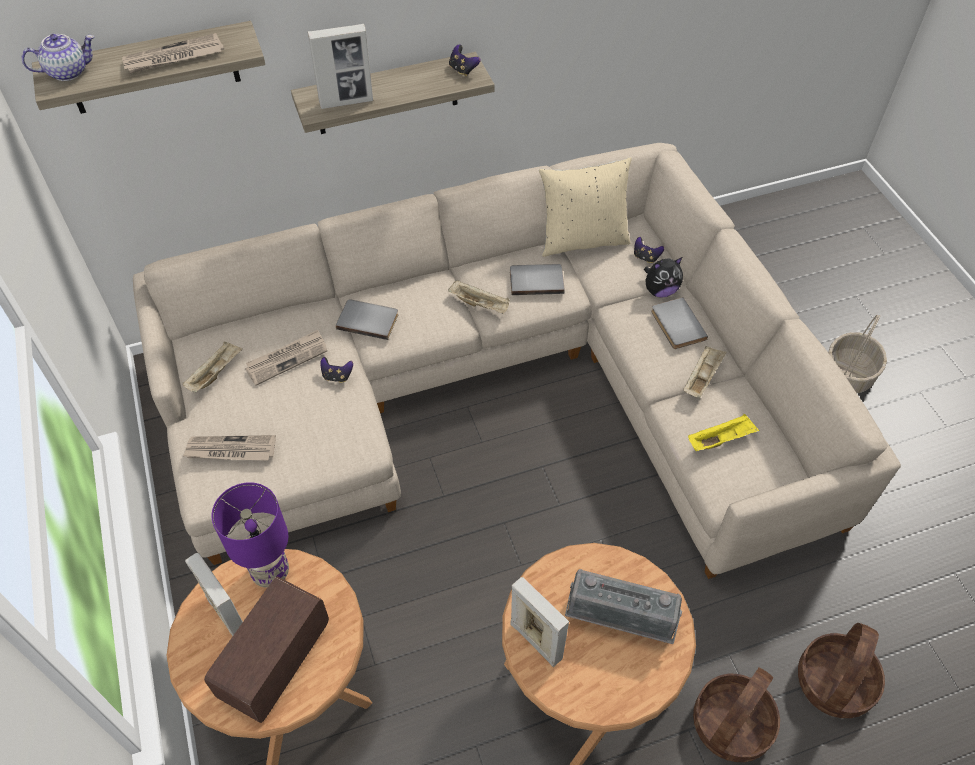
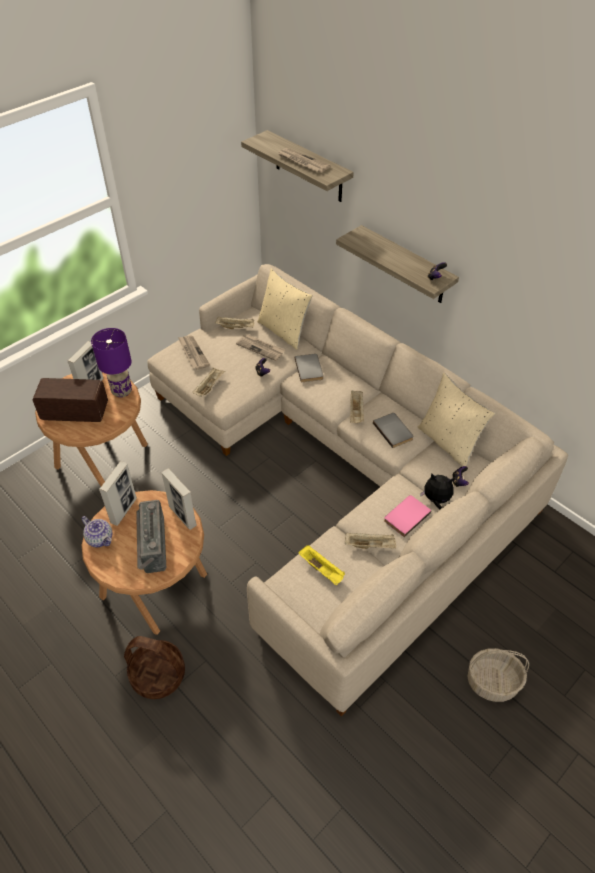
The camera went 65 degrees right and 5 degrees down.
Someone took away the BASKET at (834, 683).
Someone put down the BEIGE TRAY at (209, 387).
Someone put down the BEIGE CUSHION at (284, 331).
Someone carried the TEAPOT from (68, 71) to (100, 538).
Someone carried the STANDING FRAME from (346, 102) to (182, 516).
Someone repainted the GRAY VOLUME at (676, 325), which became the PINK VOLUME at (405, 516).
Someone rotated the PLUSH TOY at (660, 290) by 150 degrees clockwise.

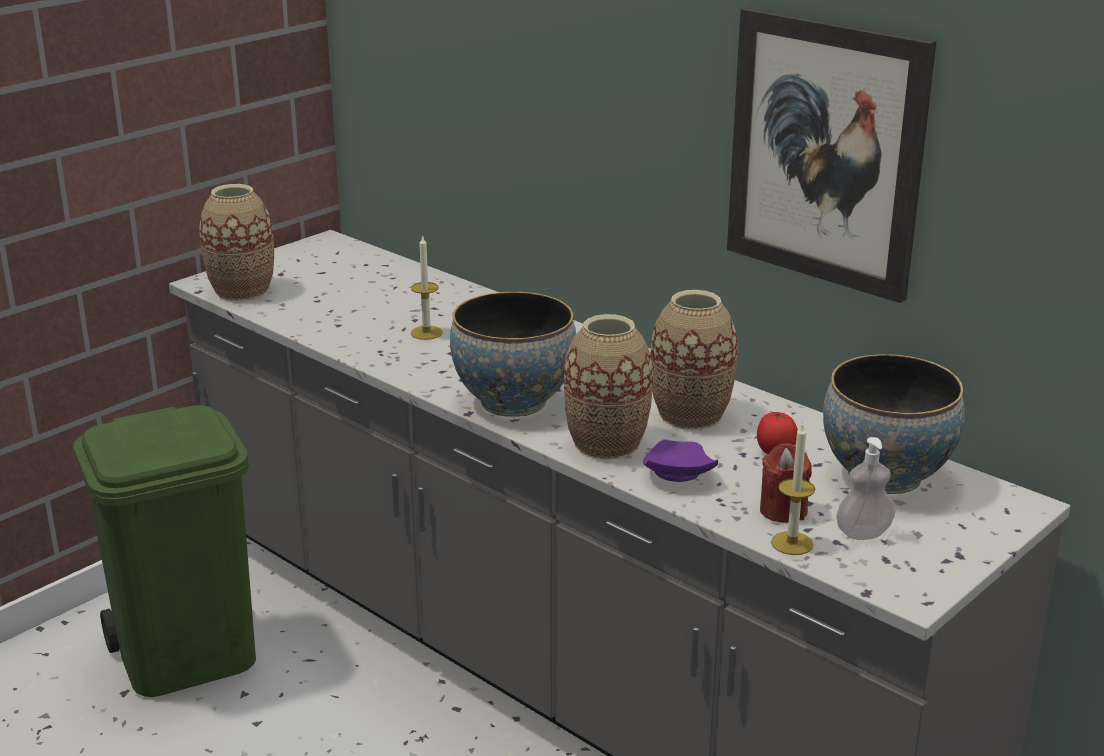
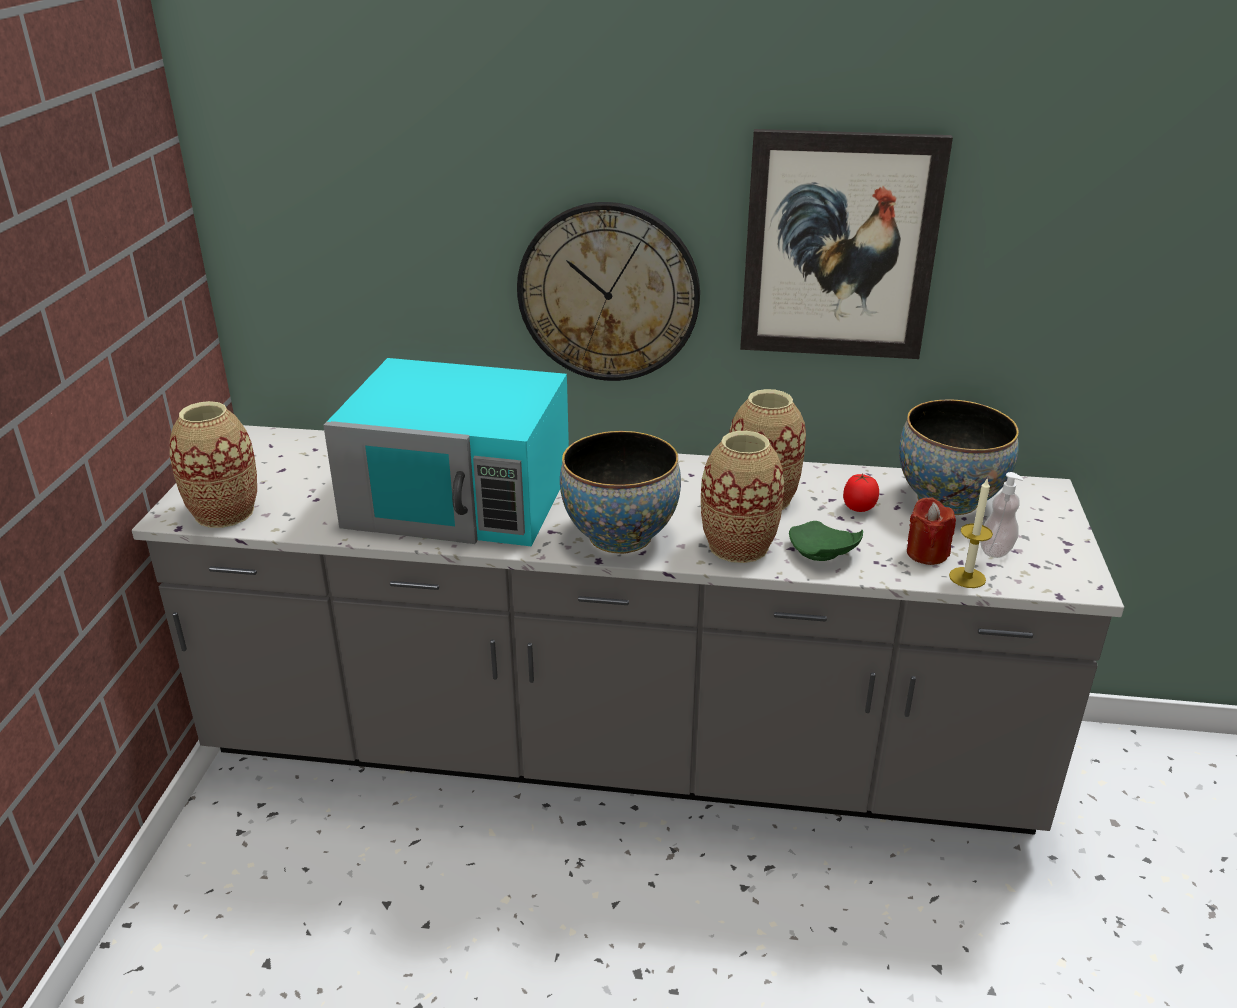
The camera went 35 degrees left and 5 degrees up.
Someone took away the GREENISH TRASH CAN at (189, 656).
Someone put up the HANGING CLOCK at (608, 292).
Someone swapped the CANDLE at (426, 333) for the TURQUOISE-COLOURED MICROWAVE OVEN at (461, 498).
Someone repainted the PURPLISH DINNER PLATE at (677, 475), which became the GREENISH DINNER PLATE at (822, 553).

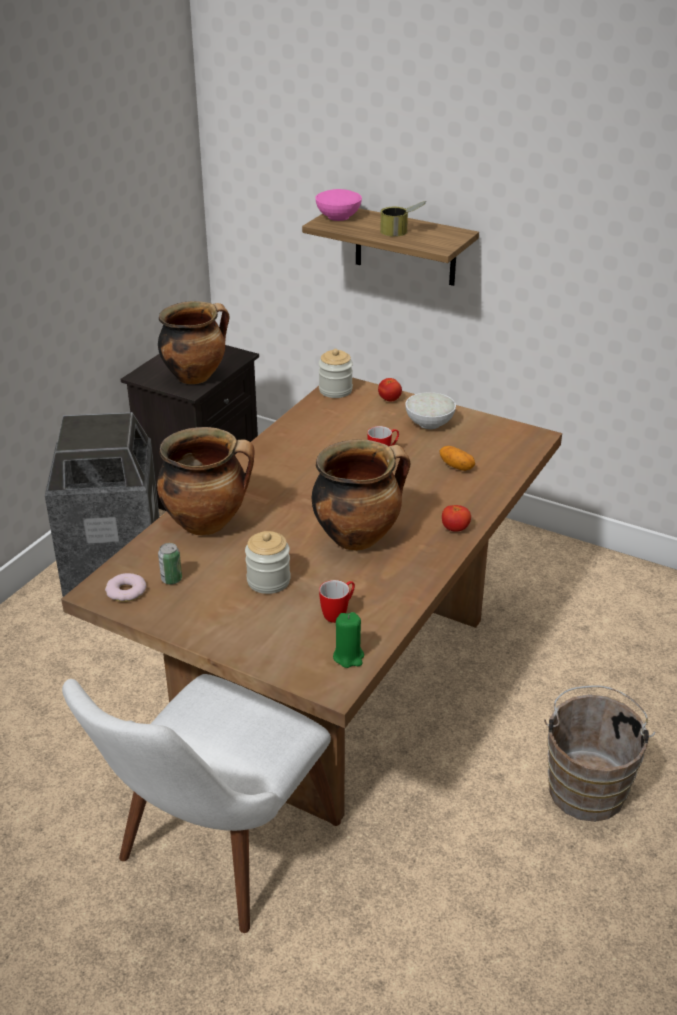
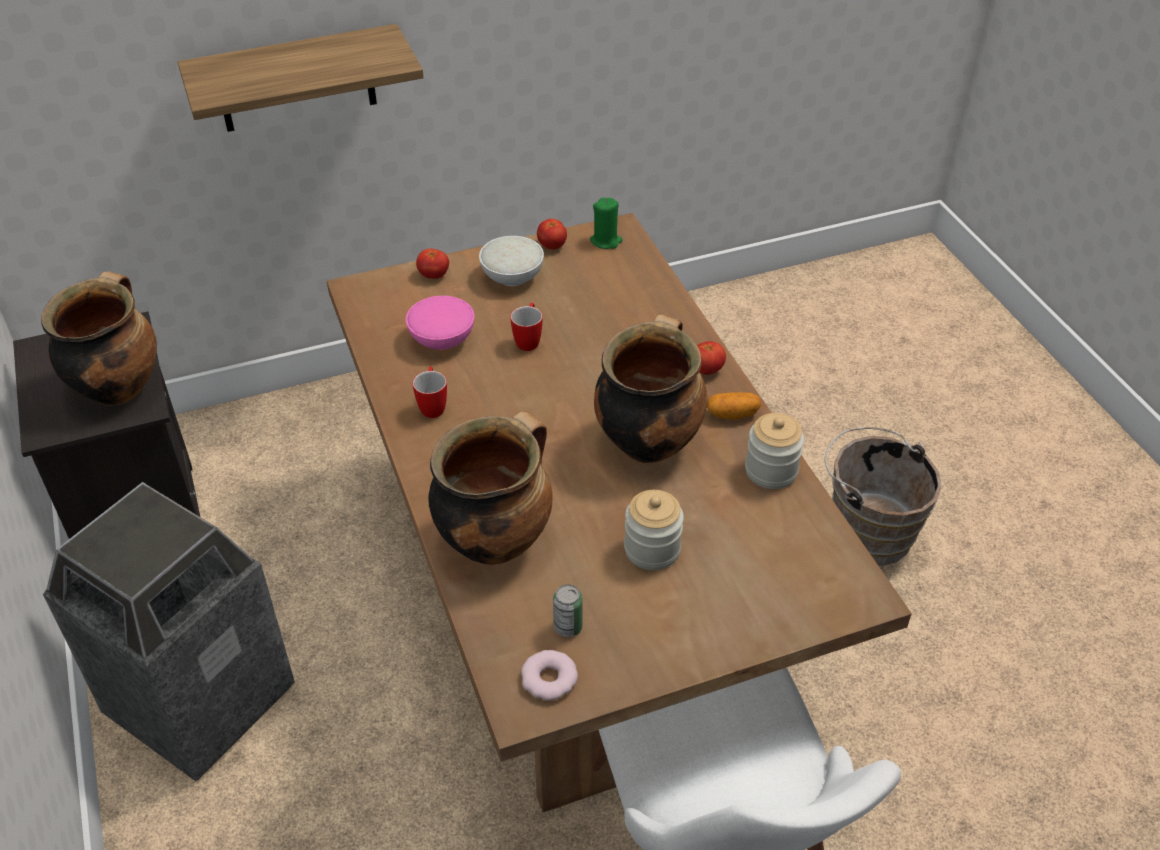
The camera went 50 degrees left and 10 degrees up.
Someone took away the SEALED CAN at (402, 232).
Someone put down the FRESH TOMATO at (552, 246).
Someone carried the PINK SERVING BOWL from (338, 217) to (441, 339).
Someone carried the PRESERVE JAR from (335, 390) to (771, 470).
Someone carried the COFFEE MUG from (338, 613) to (433, 406).
Someone carried the GREENISH CANDLE from (348, 657) to (606, 241).
Someone carried the POTATO from (456, 466) to (732, 414).

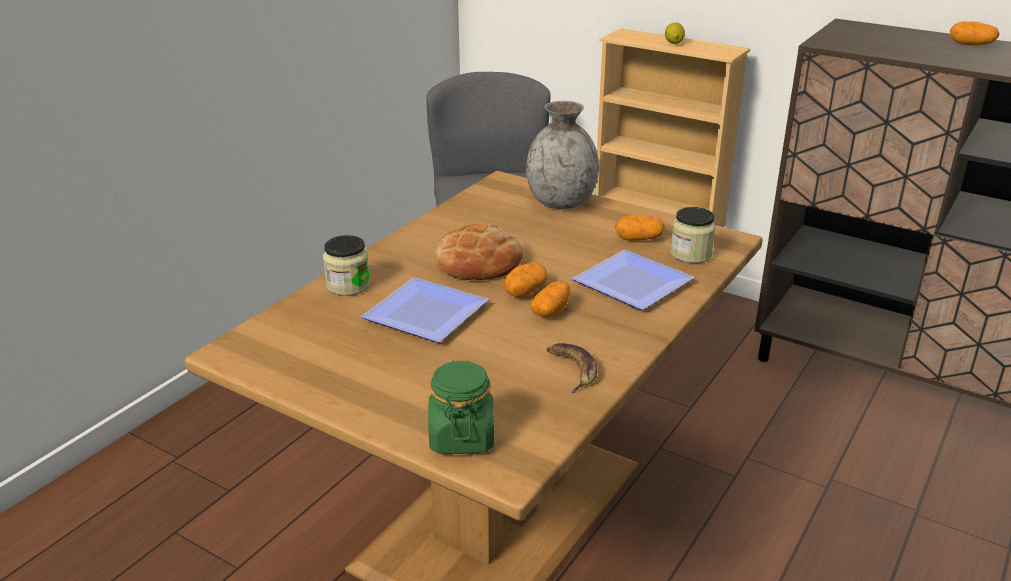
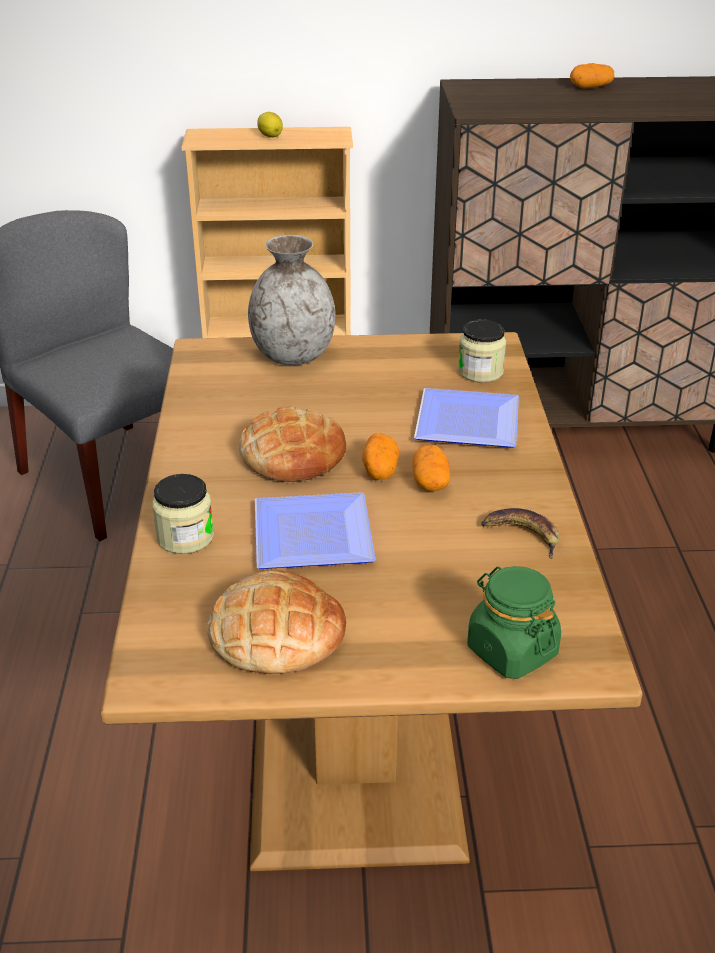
The camera went 35 degrees left and 5 degrees up.
Someone took away the POTATO at (638, 239).
Someone put down the BAKERY BREAD at (276, 633).

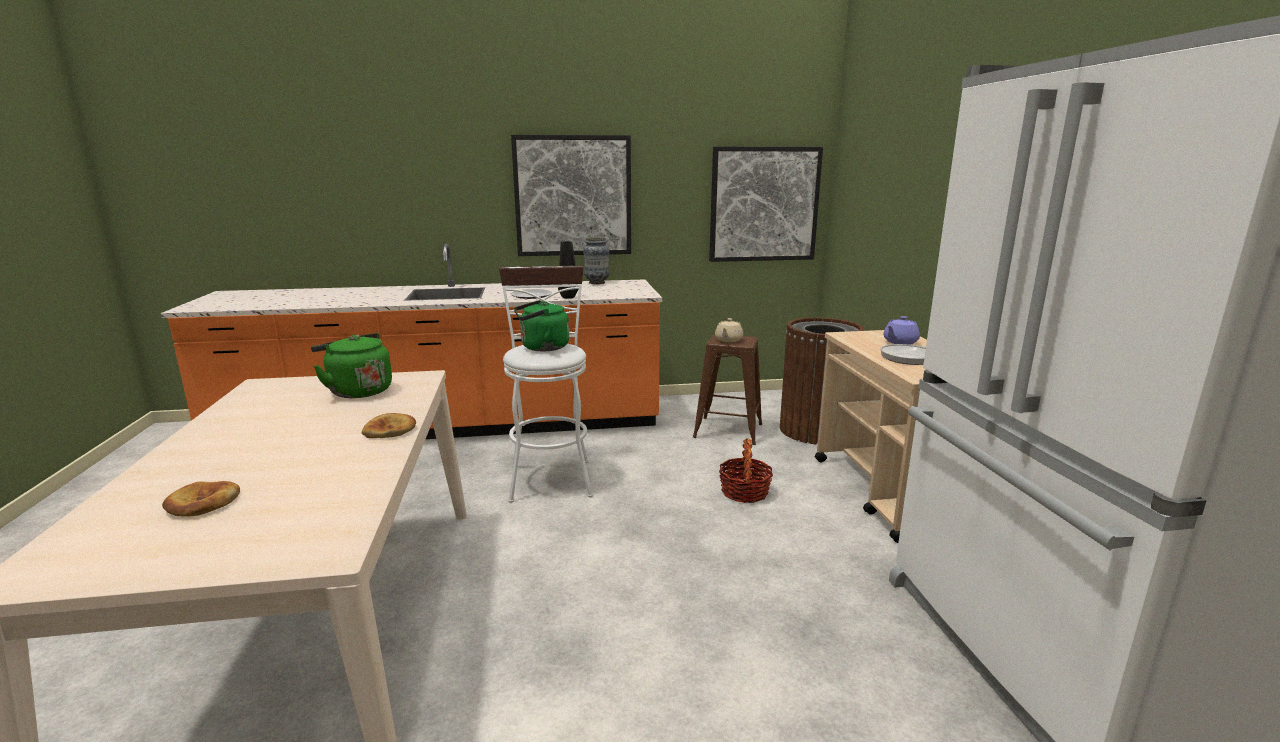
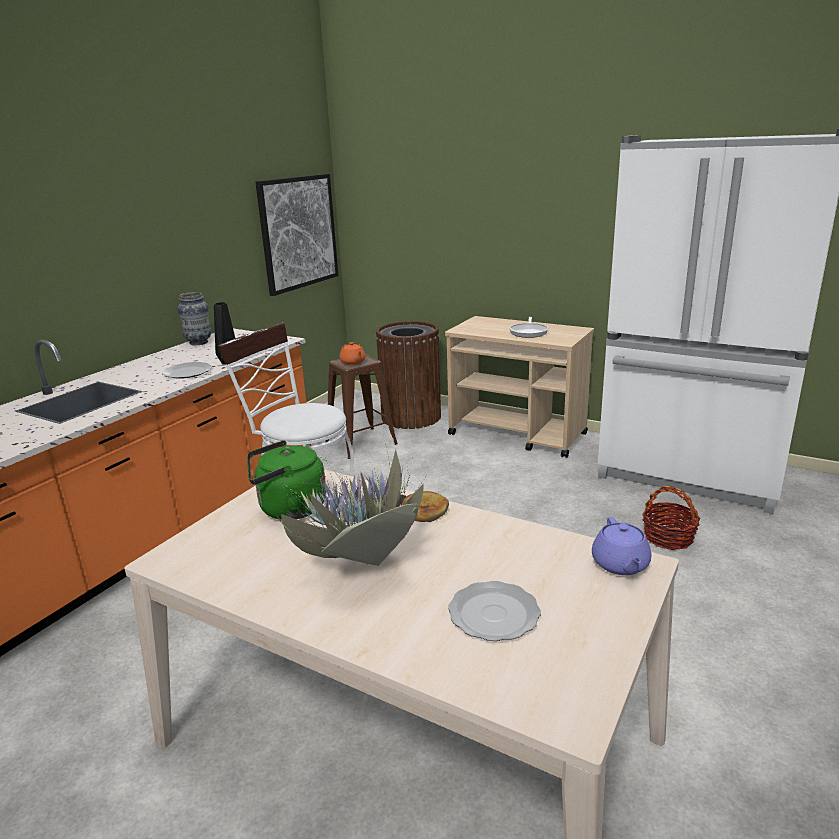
The camera went 50 degrees left and 5 degrees up.
Someone took away the WALL PICTURE at (573, 196).
Someone took away the GREENISH WATER KETTLE at (542, 348).
Someone put down the PLANT IN A POT at (361, 571).
Someone carried the BASKET from (744, 492) to (668, 537).
Someone carried the PURPLISH TEAPOT from (899, 342) to (620, 565).
Someone swapped the BAKERY BREAD at (202, 503) for the DINNER PLATE at (494, 614).
Someone repainted the BEIGE TEAPOT at (728, 340), which became the ORANGEY TEAPOT at (353, 362).

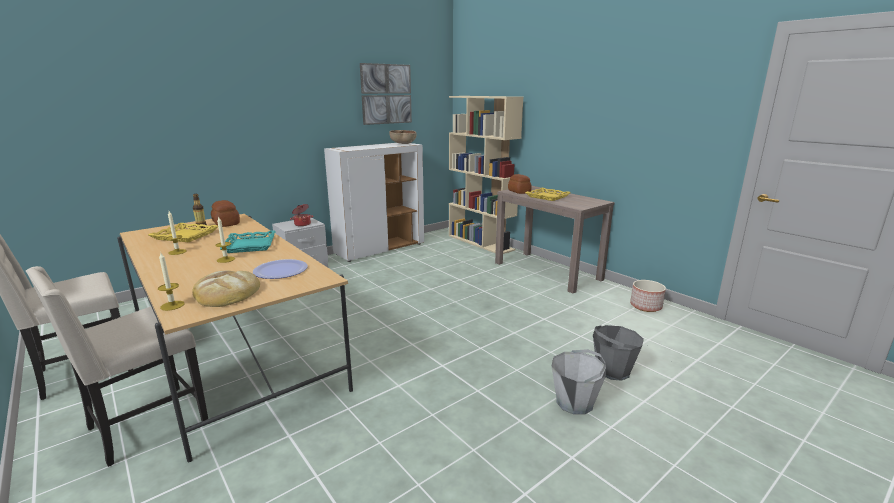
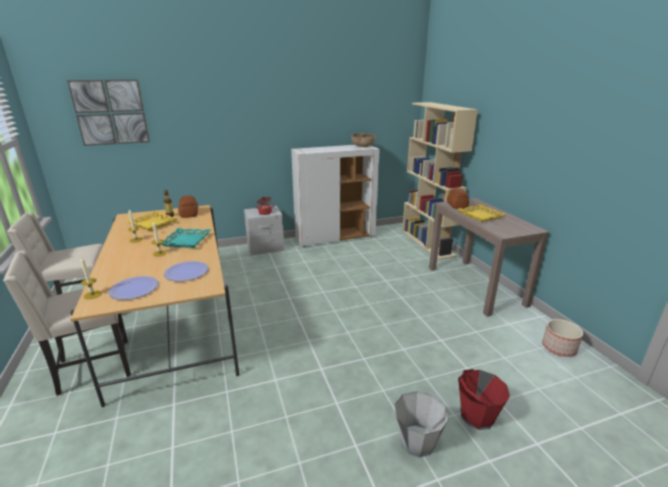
The camera went 20 degrees right and 5 degrees up.
Someone carried the WALL PICTURE from (386, 94) to (111, 112).
Someone swapped the BAKERY BREAD at (227, 292) for the DINNER PLATE at (134, 289).
Someone repainted the GRAY BUCKET at (612, 370), which became the REDDISH BUCKET at (476, 416).

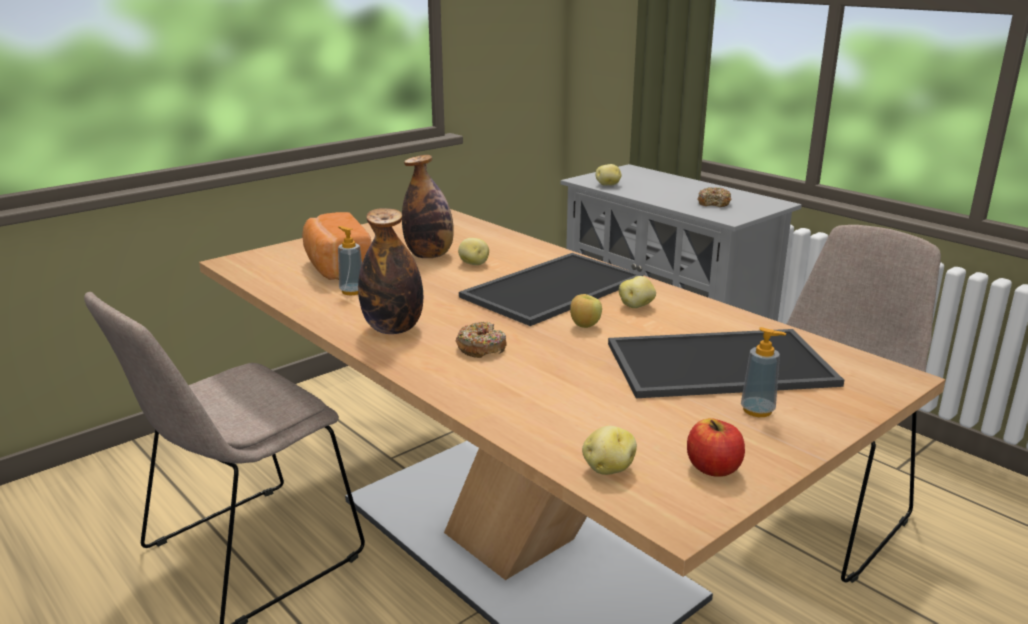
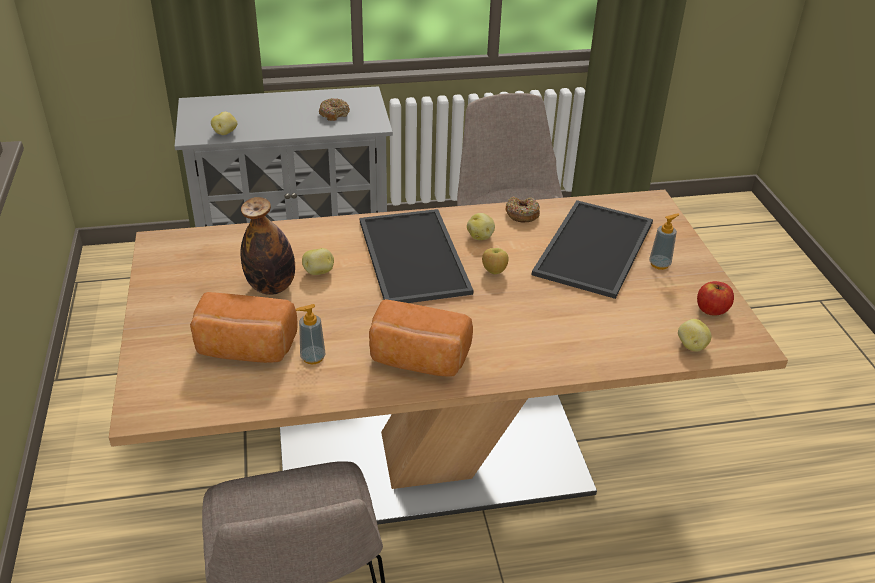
The camera went 60 degrees left and 15 degrees up.
Someone carried the DONUT from (481, 348) to (522, 214).
Someone swapped the BEVERAGE BOTTLE at (393, 329) for the BAKERY BREAD at (418, 360).

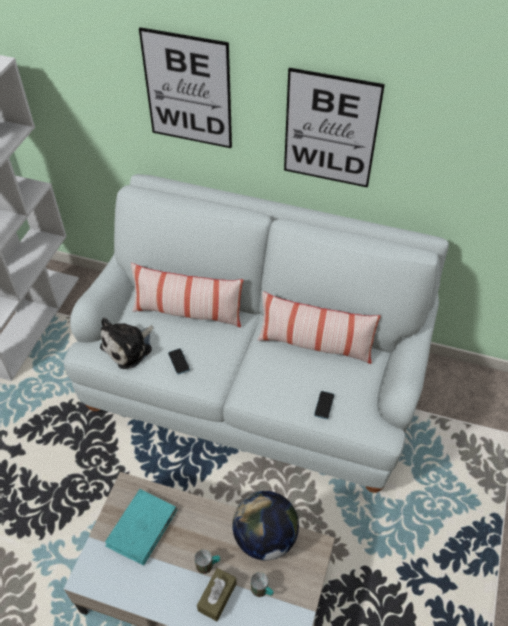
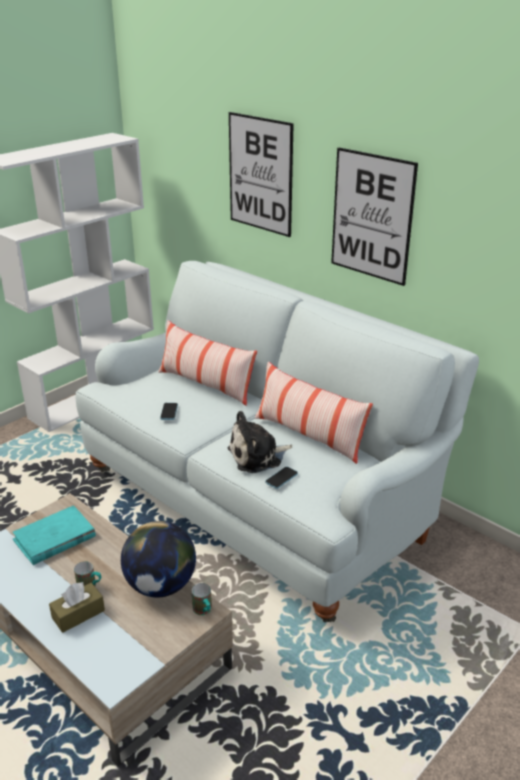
The camera went 25 degrees right and 20 degrees down.
Someone carried the PLUSH TOY from (129, 347) to (258, 456).
Someone carried the COFFEE MUG from (262, 591) to (204, 611).

